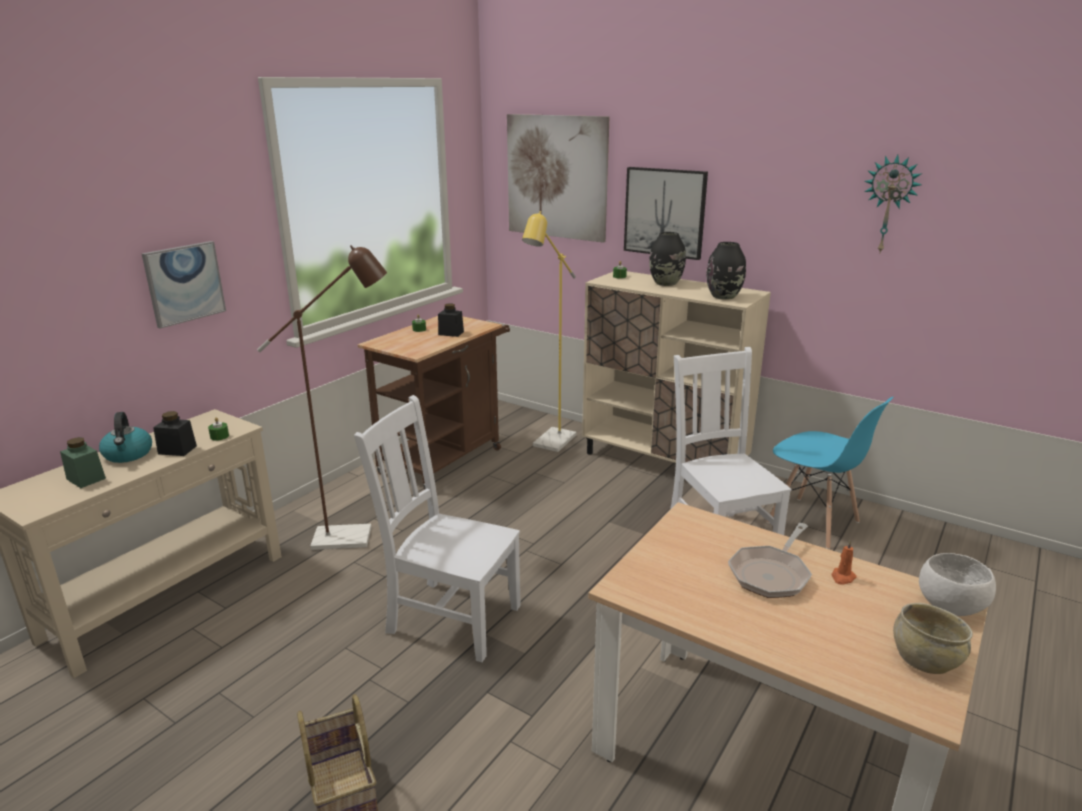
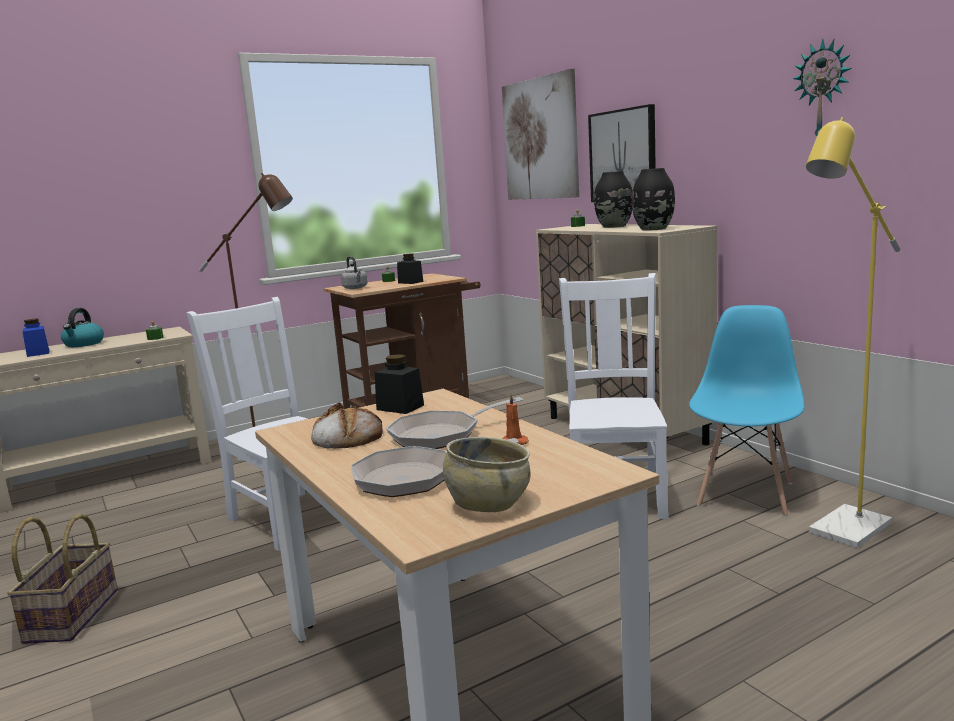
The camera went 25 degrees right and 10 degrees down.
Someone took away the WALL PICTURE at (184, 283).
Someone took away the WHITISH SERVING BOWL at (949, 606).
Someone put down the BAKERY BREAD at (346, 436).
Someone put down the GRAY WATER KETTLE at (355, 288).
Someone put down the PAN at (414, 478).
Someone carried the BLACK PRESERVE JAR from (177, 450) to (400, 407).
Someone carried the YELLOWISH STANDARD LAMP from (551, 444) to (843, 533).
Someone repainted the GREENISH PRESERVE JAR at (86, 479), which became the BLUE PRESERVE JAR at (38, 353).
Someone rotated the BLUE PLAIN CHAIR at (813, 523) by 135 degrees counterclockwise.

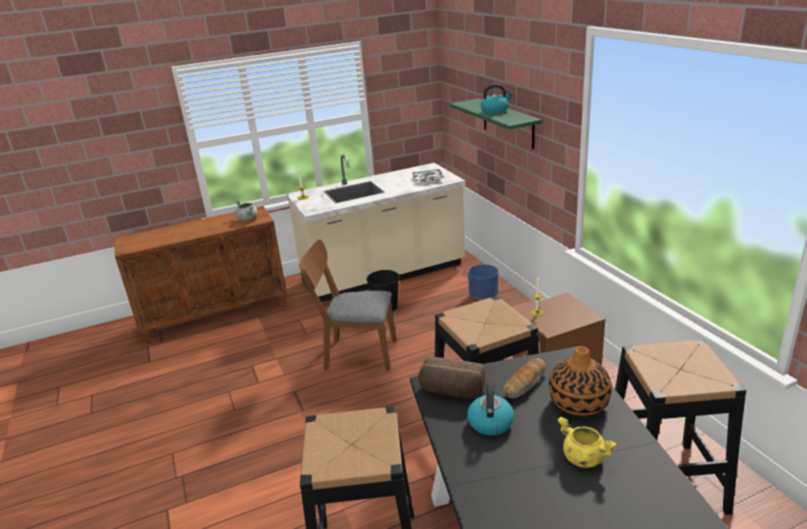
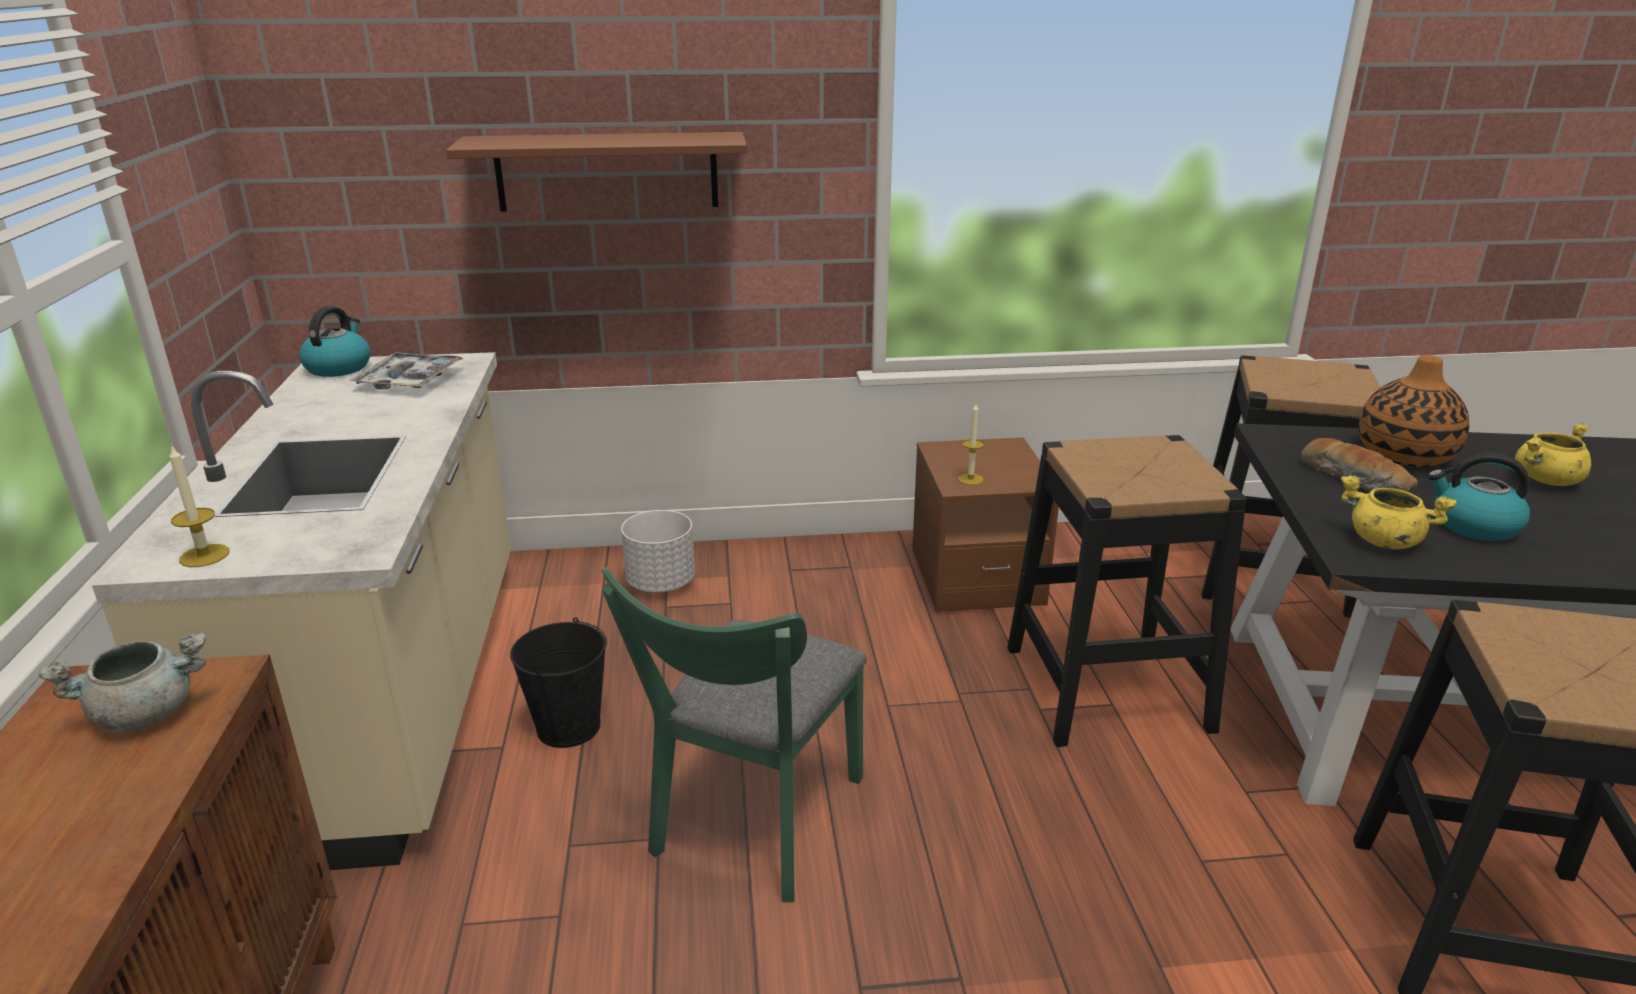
The camera went 75 degrees left and 0 degrees up.
Someone carried the WATER KETTLE from (495, 111) to (338, 367).
Someone swapped the BAKERY BREAD at (451, 391) for the YELLOWISH STOCKPOT at (1383, 541).
Someone repainted the BROWN PLAIN CHAIR at (354, 354), which became the GREENISH PLAIN CHAIR at (752, 826).
Someone repainted the GREENISH WALL SHELF at (508, 123), which became the BROWN WALL SHELF at (607, 171).
Someone repainted the BLUE PLANTER at (483, 295), which became the WHITISH PLANTER at (661, 583).

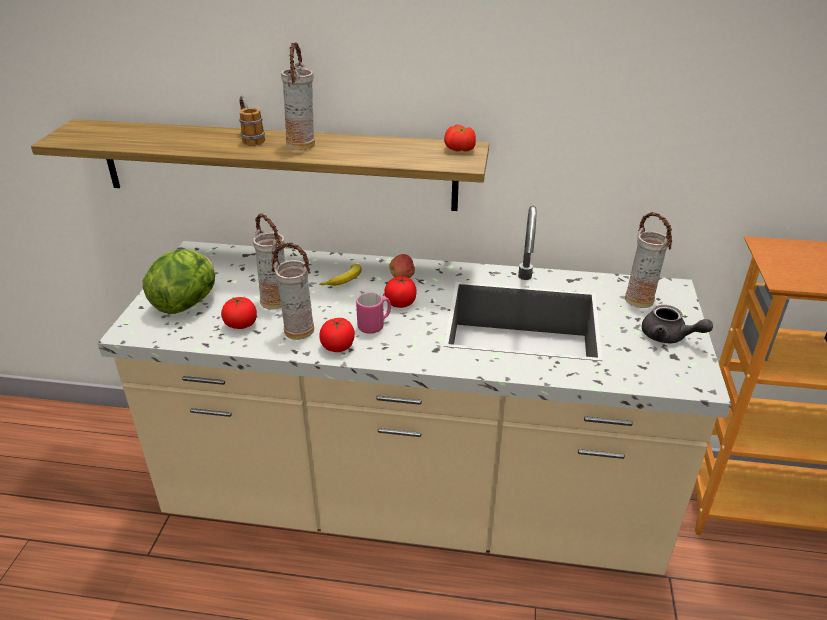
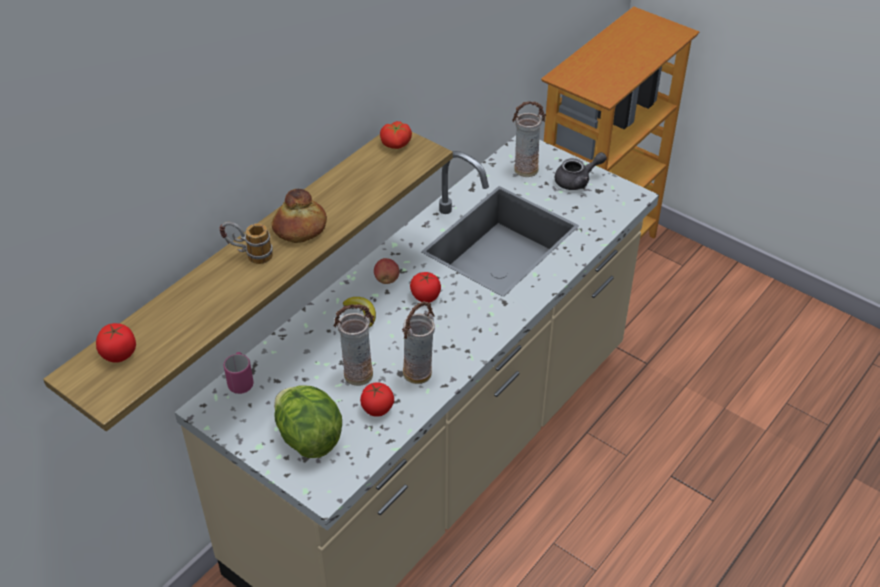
The camera went 60 degrees left and 10 degrees up.
Someone carried the FRESH TOMATO from (338, 346) to (119, 353).
Someone carried the PINK COFFEE MUG from (375, 325) to (241, 381).
Someone swapped the FLOWER VASE at (302, 145) for the BAKERY BREAD at (300, 228).

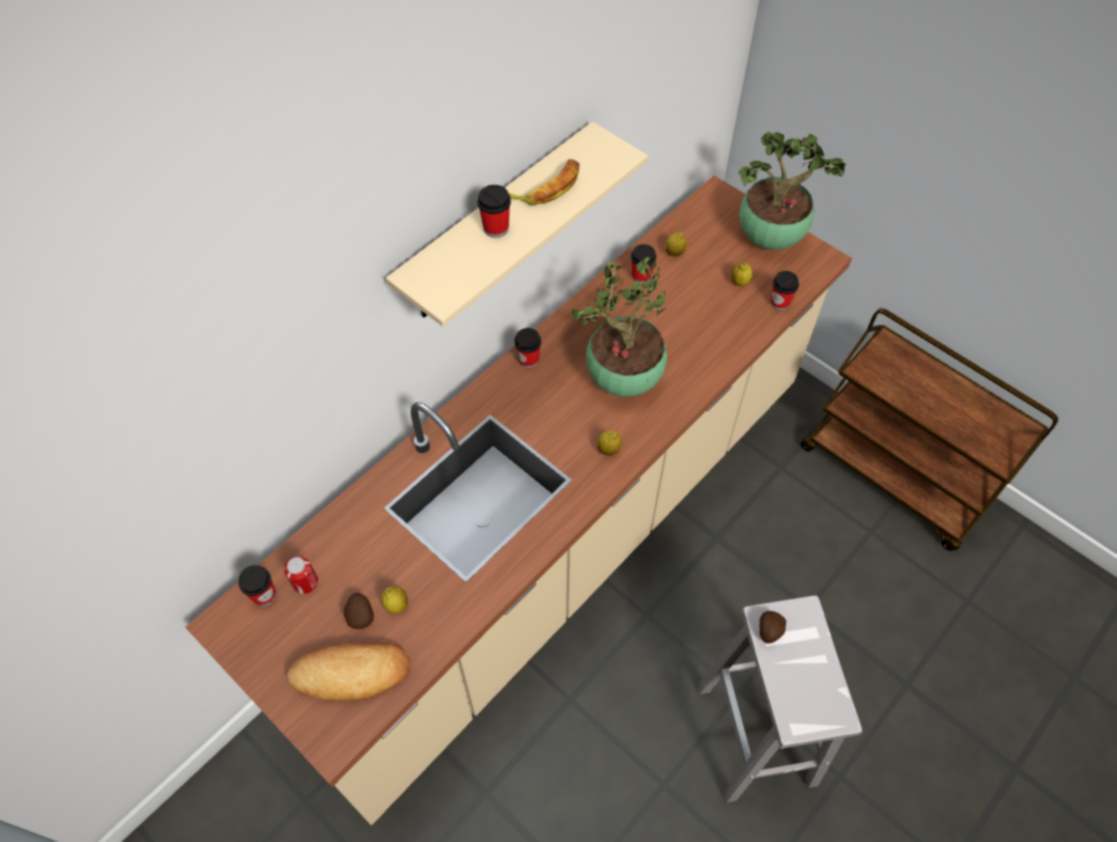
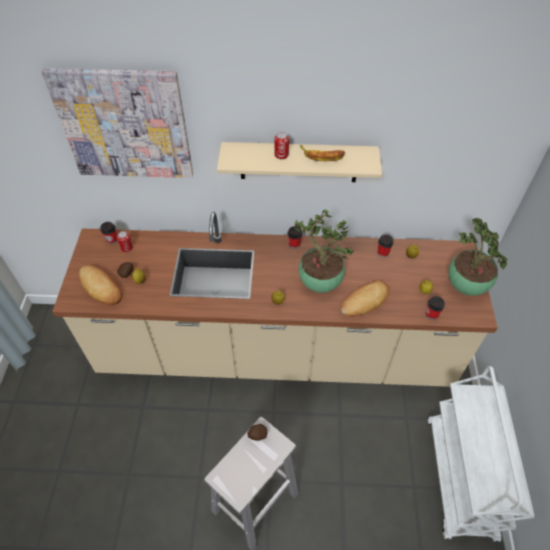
The camera went 50 degrees right and 5 degrees down.
Someone put up the WALL PICTURE at (125, 125).
Someone put down the BAKERY BREAD at (364, 301).
Someone swapped the SMALL CUP at (496, 228) for the SEALED CAN at (281, 155).
Someone repainted the BROWN WHEELED CART at (895, 475), which became the WHITISH WHEELED CART at (460, 478).

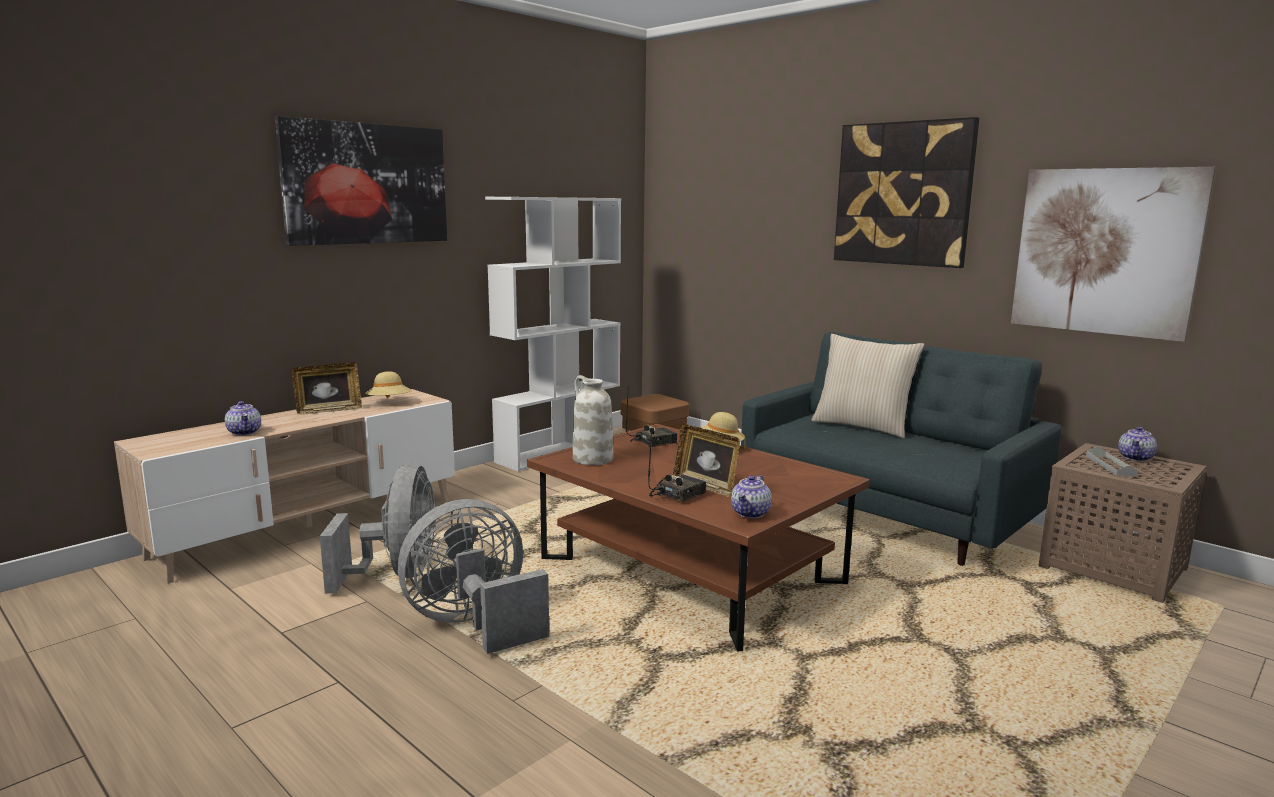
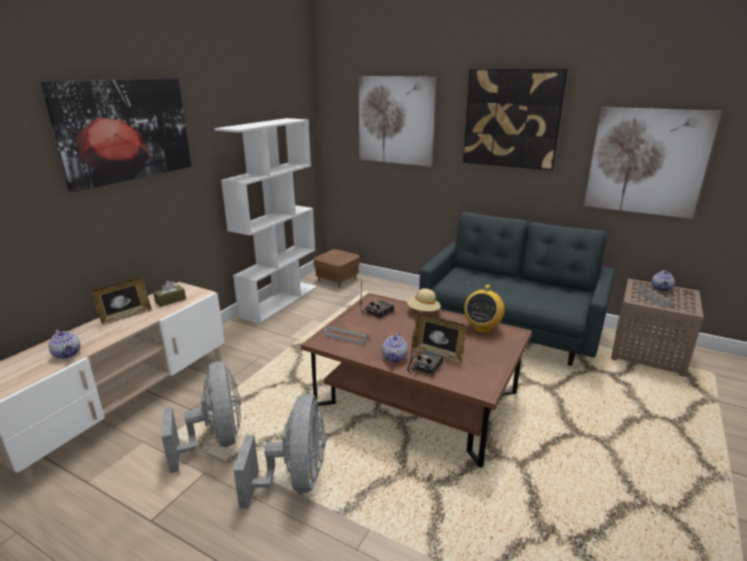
The camera went 15 degrees left and 10 degrees up.
Someone took away the BEIGE CUSHION at (862, 426).
Someone put up the WALL PICTURE at (395, 120).
Someone put down the RADIO RECEIVER at (482, 328).
Someone carried the TEAPOT from (751, 513) to (395, 357).
Someone swapped the BEIGE HAT at (389, 403) for the BROWN TISSUE BOX at (170, 300).
Someone swapped the WHITISH FLOWER VASE at (592, 459) for the GRAY TRAY at (346, 337).
Someone rotated the GRAY ELECTRIC FAN at (474, 624) by 135 degrees clockwise.

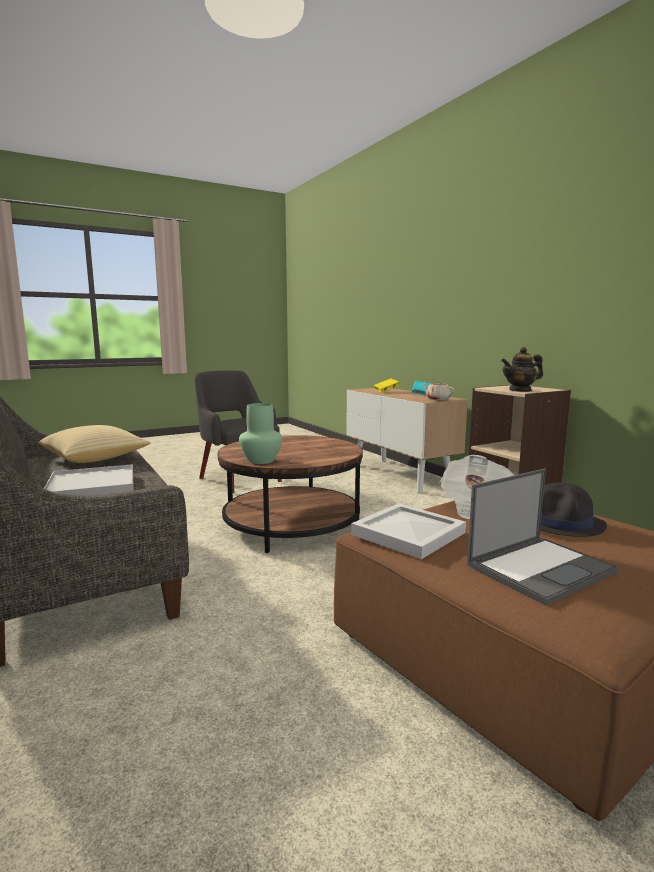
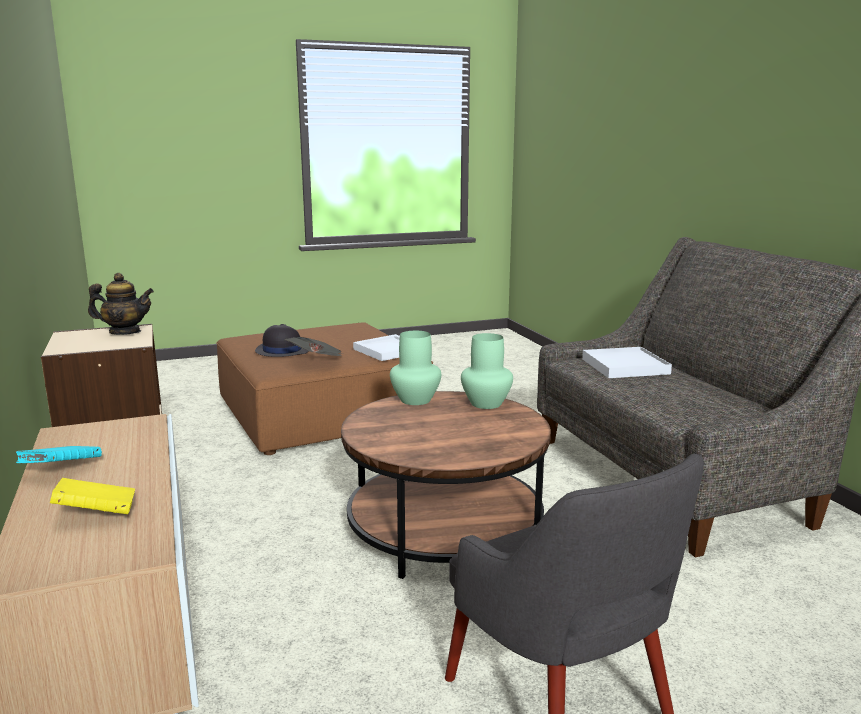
The camera went 170 degrees left and 5 degrees up.
Someone took away the CUSHION at (96, 459).
Someone took away the BEIGE TEAPOT at (437, 399).
Someone took away the LAPTOP at (541, 568).
Someone put down the GREENISH FLOWER VASE at (416, 399).

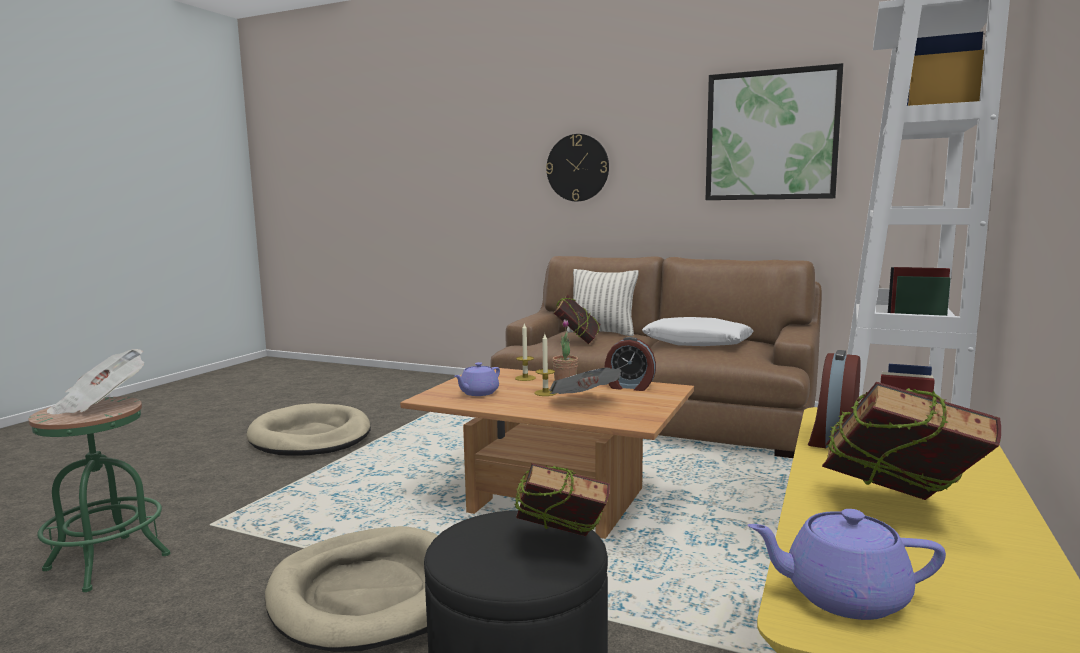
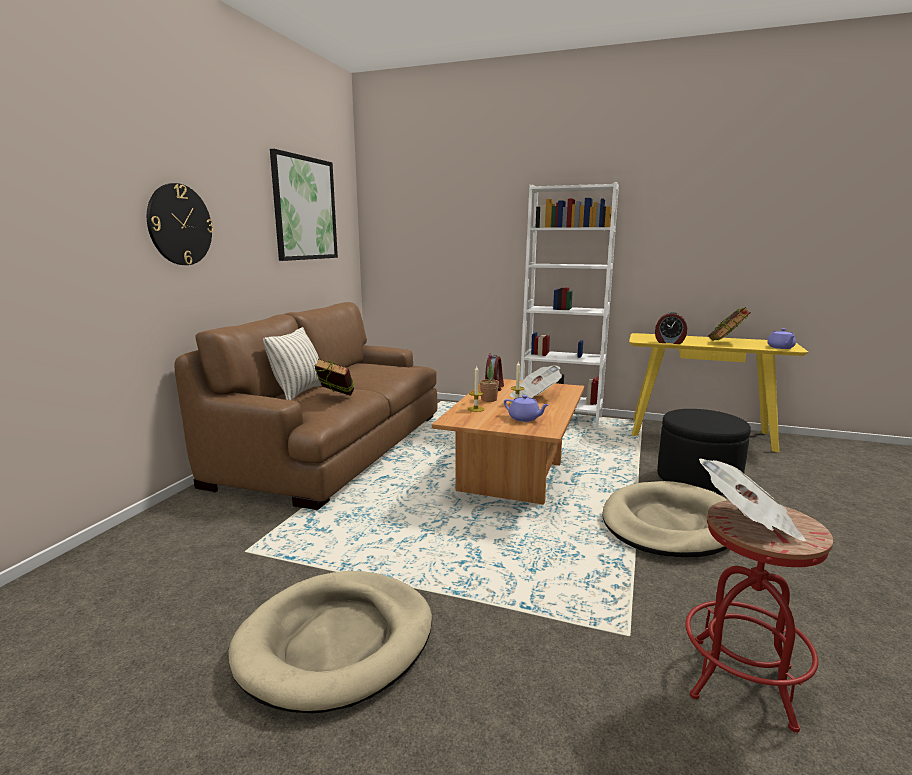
The camera went 95 degrees left and 5 degrees up.
Someone took away the VOLUME at (560, 550).
Someone took away the WHITISH CUSHION at (697, 343).
Someone repainted the GREENISH STOOL at (107, 562), which became the REDDISH STOOL at (741, 681).

